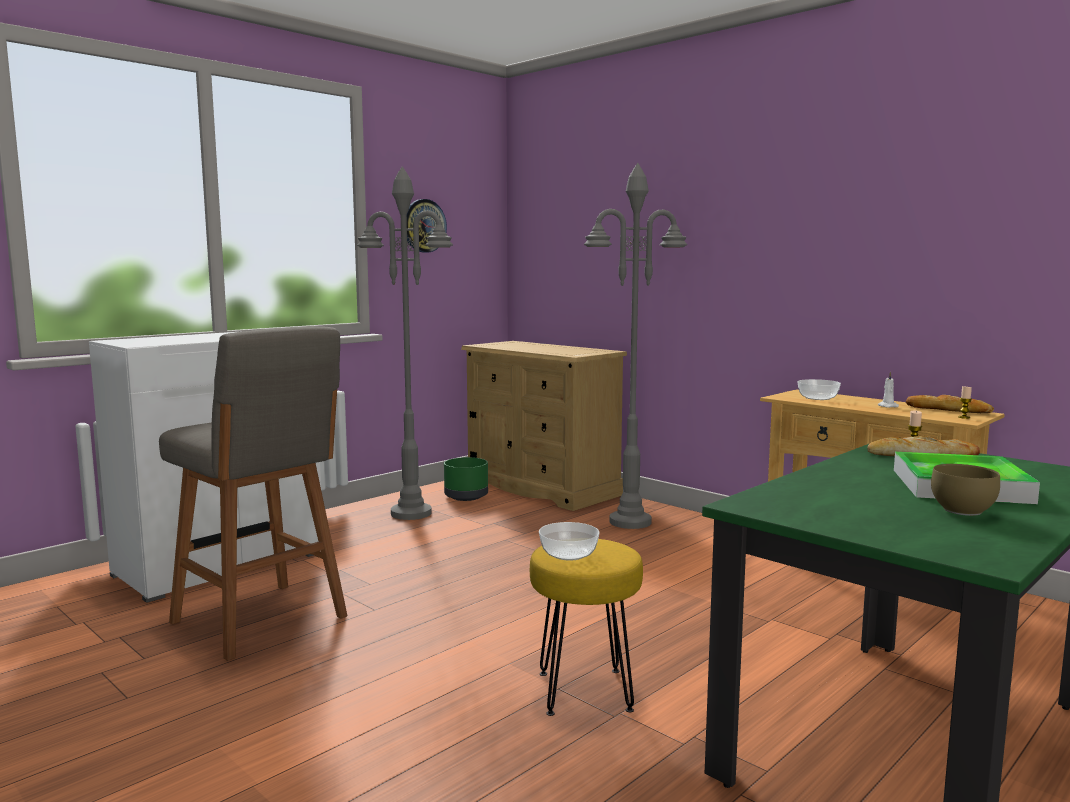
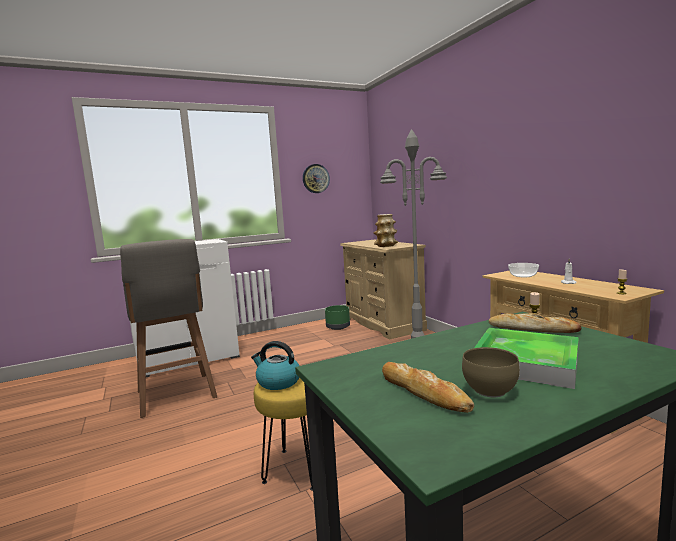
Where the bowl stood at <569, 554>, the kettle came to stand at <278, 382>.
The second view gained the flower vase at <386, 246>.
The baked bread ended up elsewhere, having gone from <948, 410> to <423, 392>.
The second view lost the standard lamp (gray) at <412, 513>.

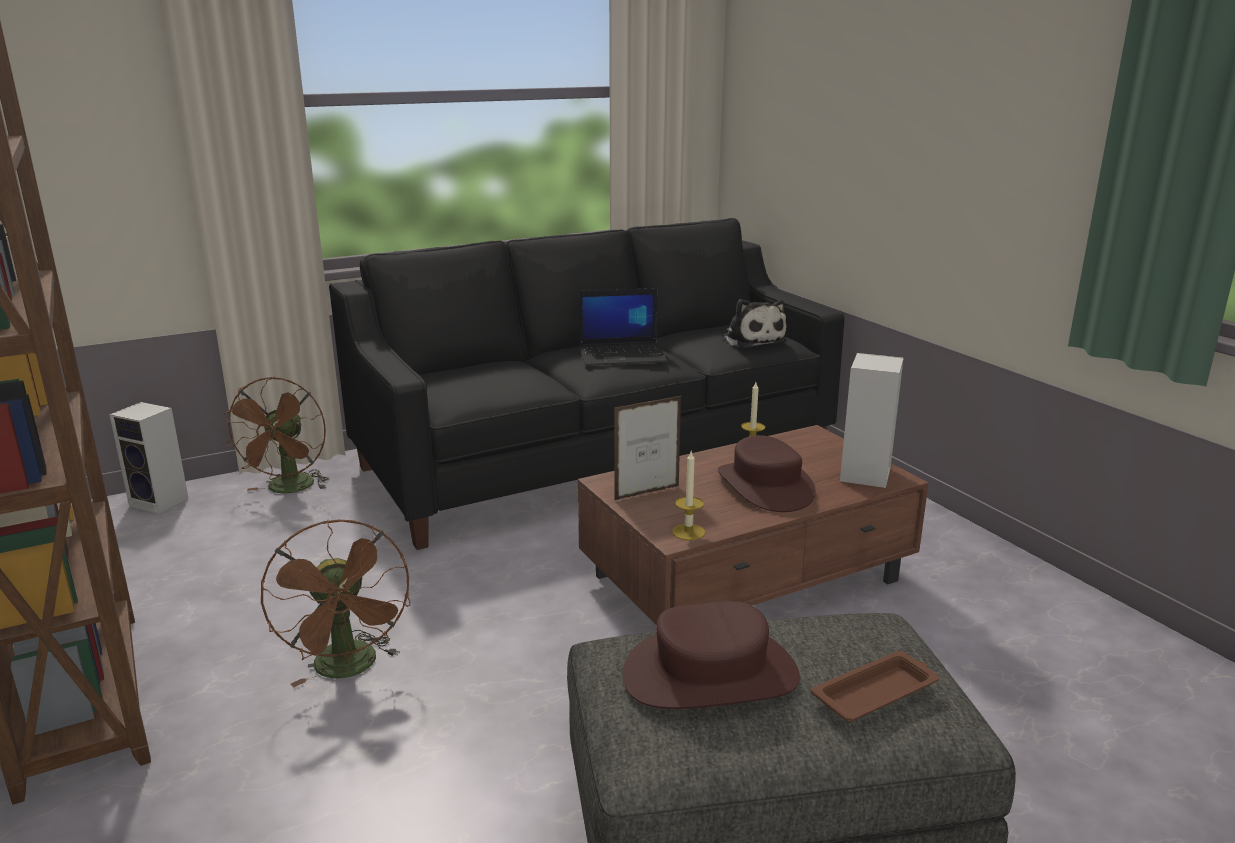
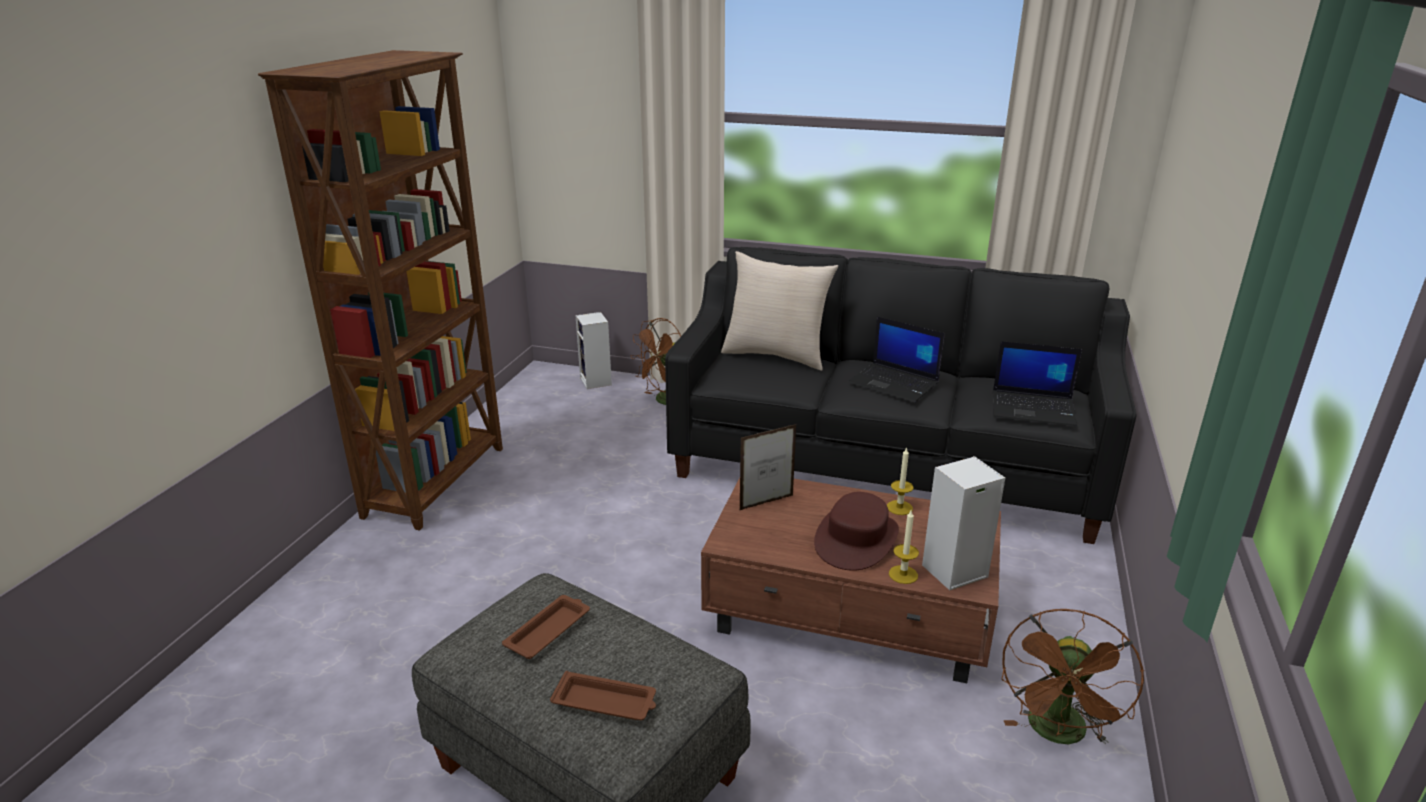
Where the clothing hat (brownish) stood at <710, 675>, the carrying tray (brownish) came to stand at <549, 630>.
The second view gained the cushion (beige) at <776, 355>.
The standing frame at <647, 493> ended up facing another way, 45 degrees counterclockwise from before.
The wax candle ended up elsewhere, having gone from <688, 532> to <903, 574>.
Where the soft toy stood at <752, 339>, the portable computer came to stand at <1034, 408>.
The fan (brownish) ended up elsewhere, having gone from <350, 669> to <1058, 734>.

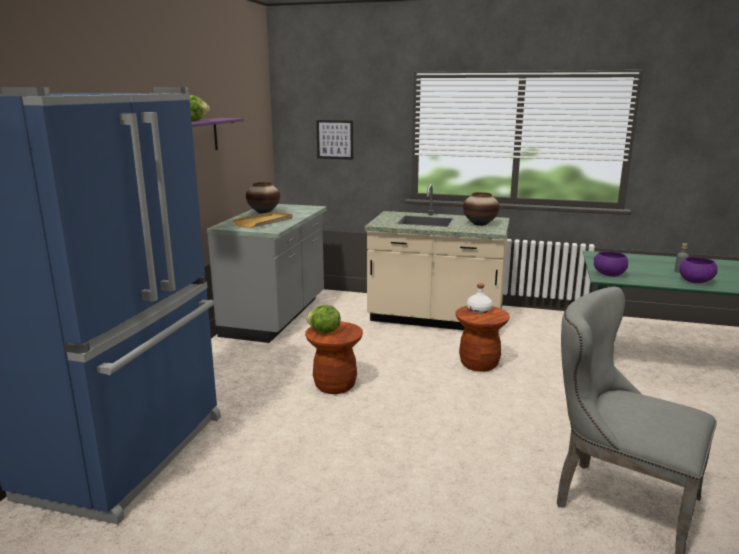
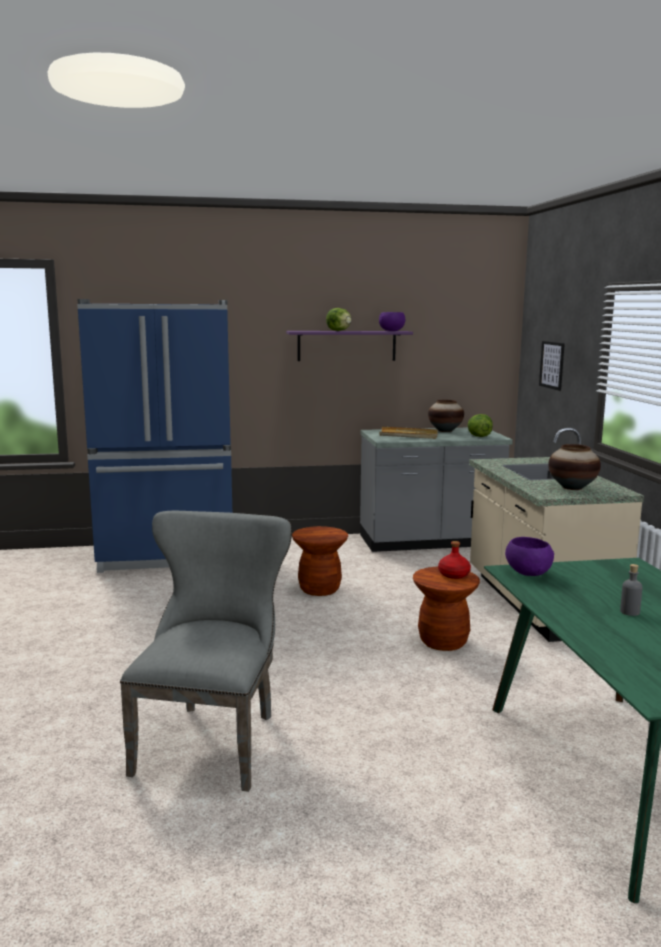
The bowl (purple) ended up elsewhere, having gone from <696, 282> to <391, 331>.
What was the bottle (whitish) at <478, 310> turned into the bottle (reddish) at <453, 574>.
The lettuce ended up elsewhere, having gone from <324, 332> to <478, 436>.

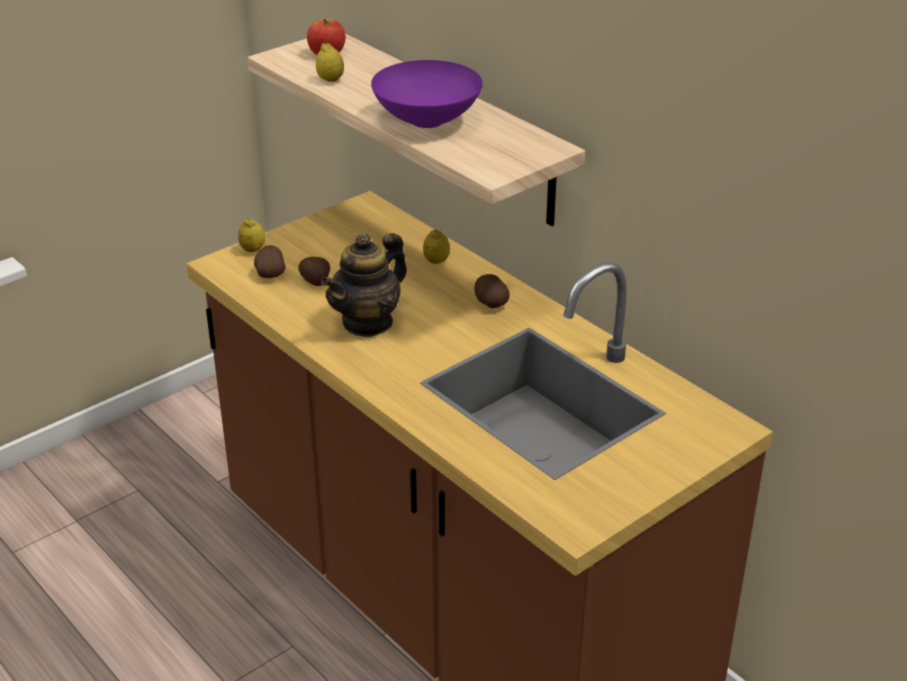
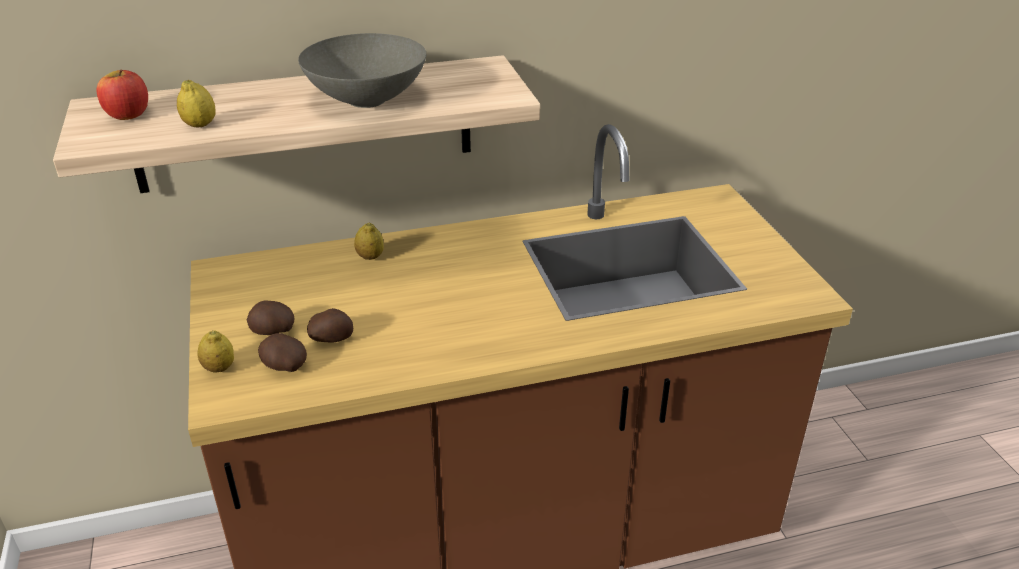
The whole potato ended up elsewhere, having gone from <490, 303> to <273, 331>.
What was the bowl (purple) at <428, 121> turned into the bowl (gray) at <368, 99>.
The second view lost the tea pot at <368, 322>.

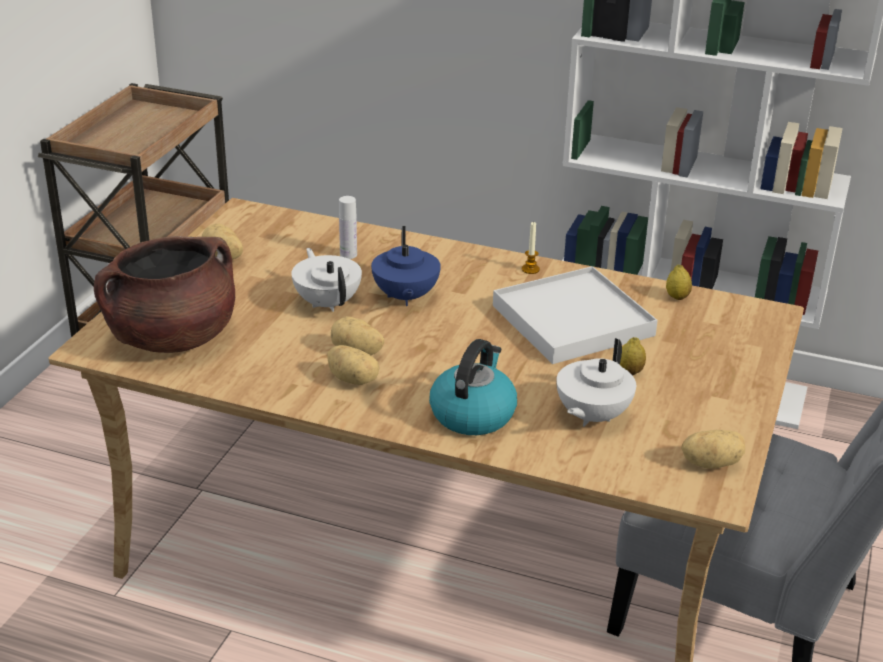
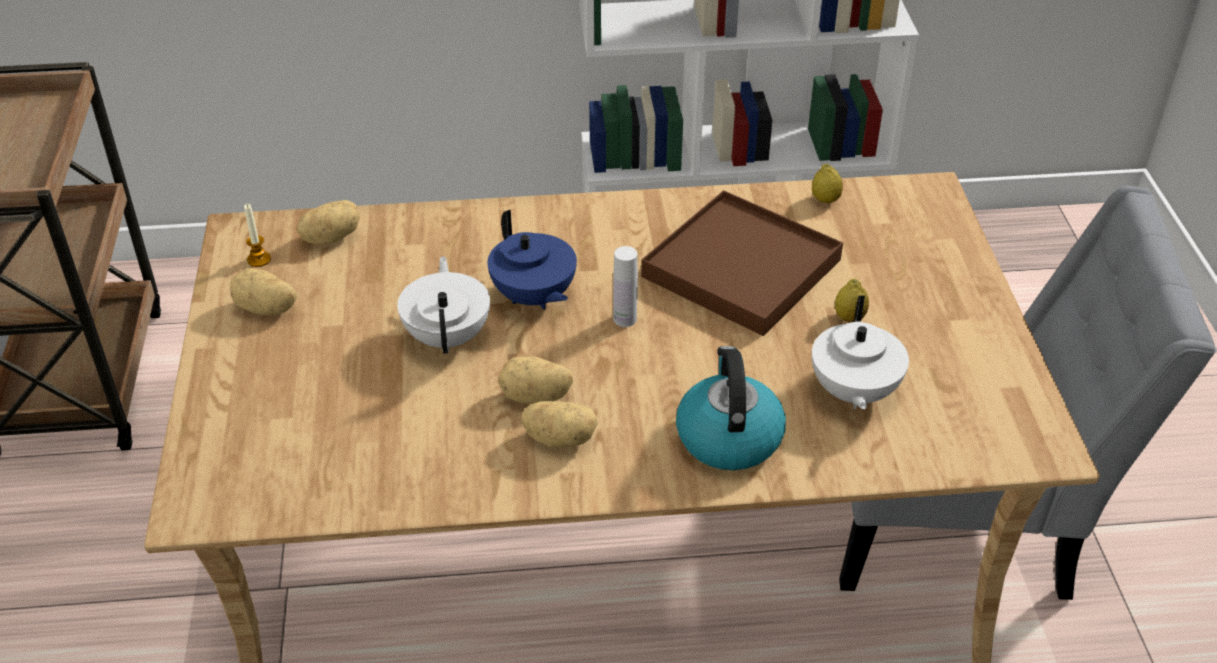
The wax candle ended up elsewhere, having gone from <530, 269> to <259, 259>.
The whole potato ended up elsewhere, having gone from <711, 463> to <331, 237>.
The tea pot (whitish) at <328, 303> ended up facing another way, 45 degrees clockwise from before.
The bottle (whitish) ended up elsewhere, having gone from <348, 255> to <625, 319>.
What was the carrying tray (whitish) at <572, 321> turned into the carrying tray (brownish) at <741, 269>.
The second view lost the stockpot (brownish) at <172, 338>.

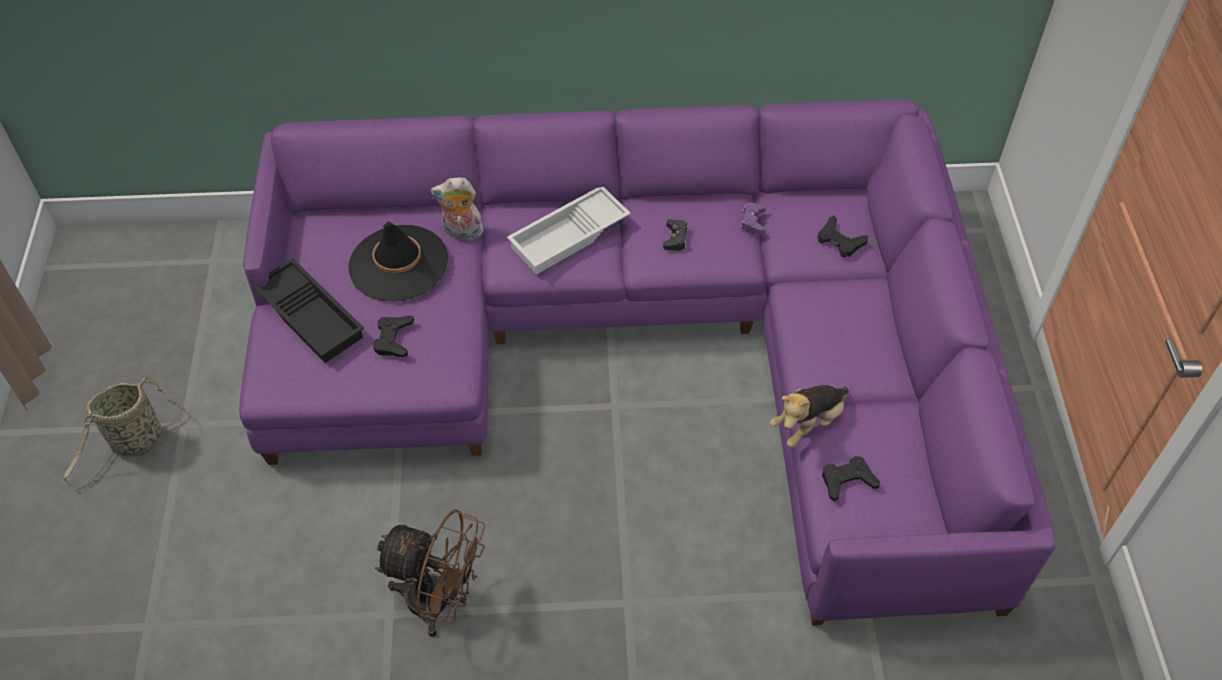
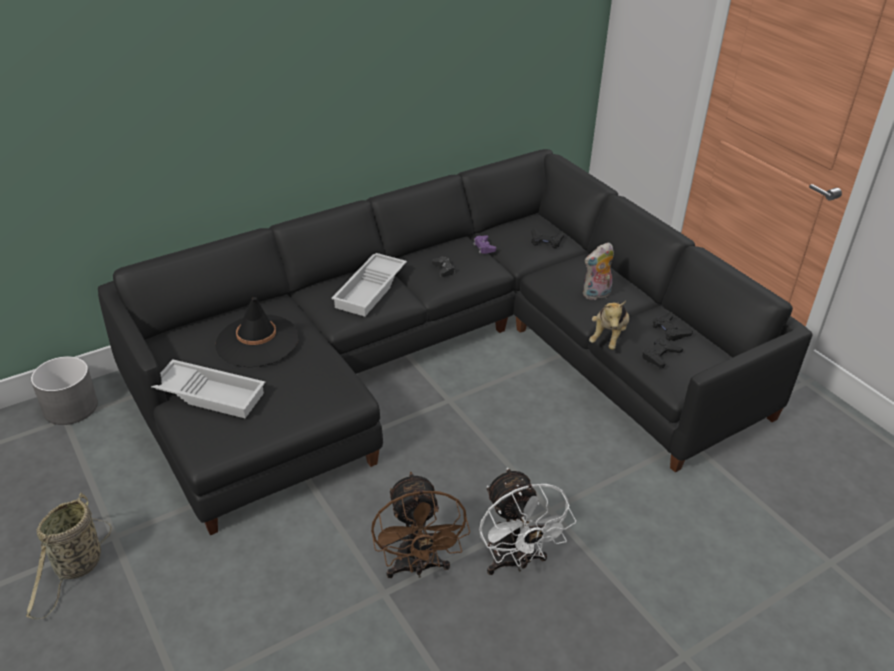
The second view gained the flower pot (gray) at <71, 407>.
What was the sofa (purple) at <645, 345> turned into the sofa (black-coloured) at <442, 359>.
What was the carrying tray (black-coloured) at <312, 315> turned into the carrying tray (whitish) at <211, 393>.
The fan (brownish) at <440, 602> ended up facing another way, 90 degrees clockwise from before.
The second view gained the fan (whitish) at <515, 562>.
The soft toy ended up elsewhere, having gone from <462, 233> to <596, 295>.
The joypad (black-coloured) ended up elsewhere, having gone from <393, 339> to <670, 330>.

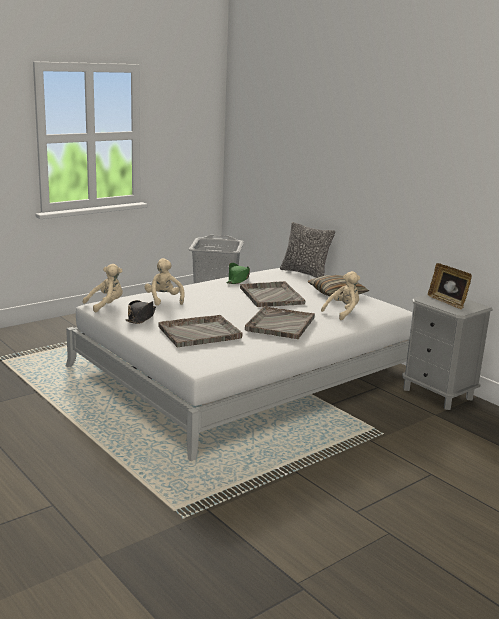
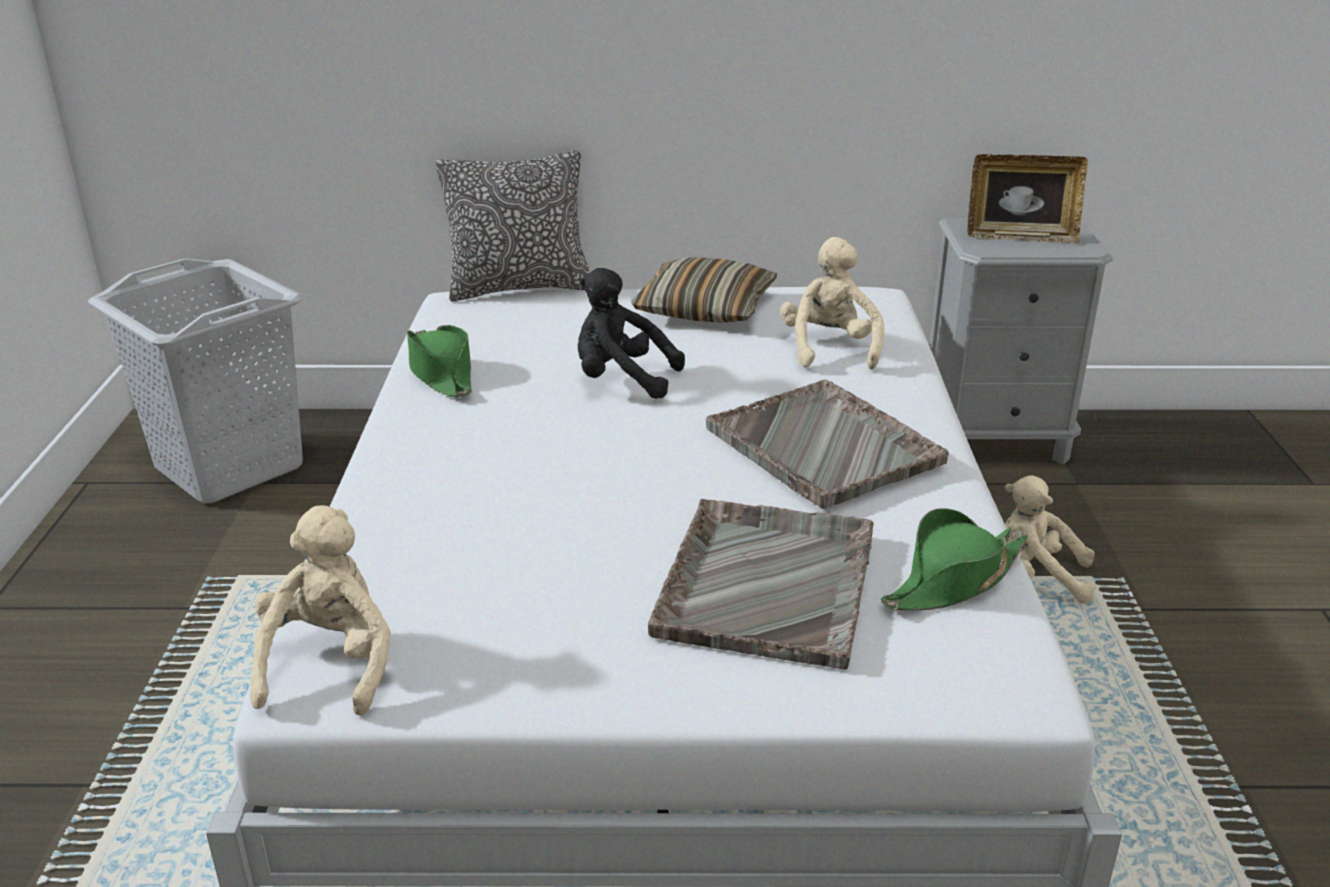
Where the carrying tray (gray) stood at <271, 295>, the soft toy (black-coloured) came to stand at <621, 380>.
The second view gained the clothing hat (green) at <954, 580>.
The soft toy (beige) ended up elsewhere, having gone from <164, 300> to <1035, 578>.
The second view lost the clothing hat (black-coloured) at <141, 317>.

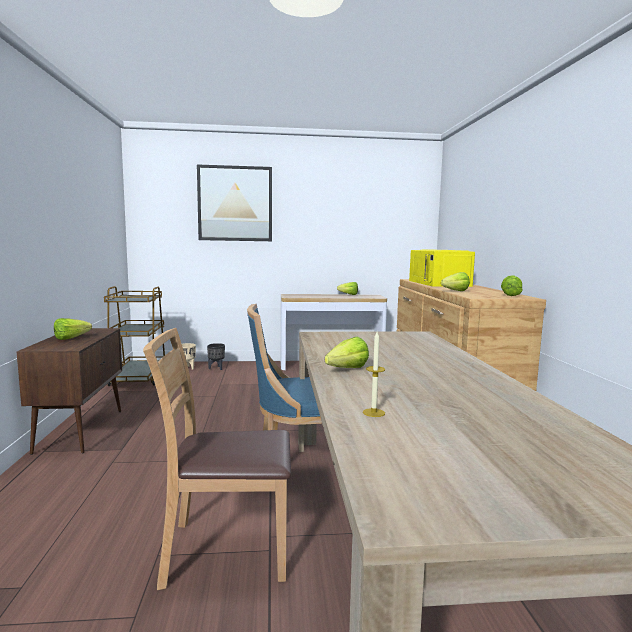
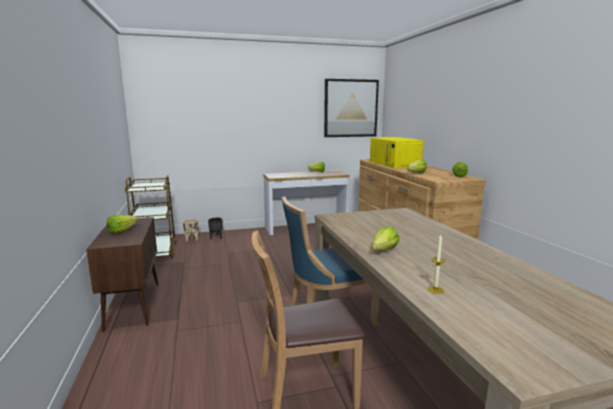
The wall picture ended up elsewhere, having gone from <235, 204> to <350, 108>.

